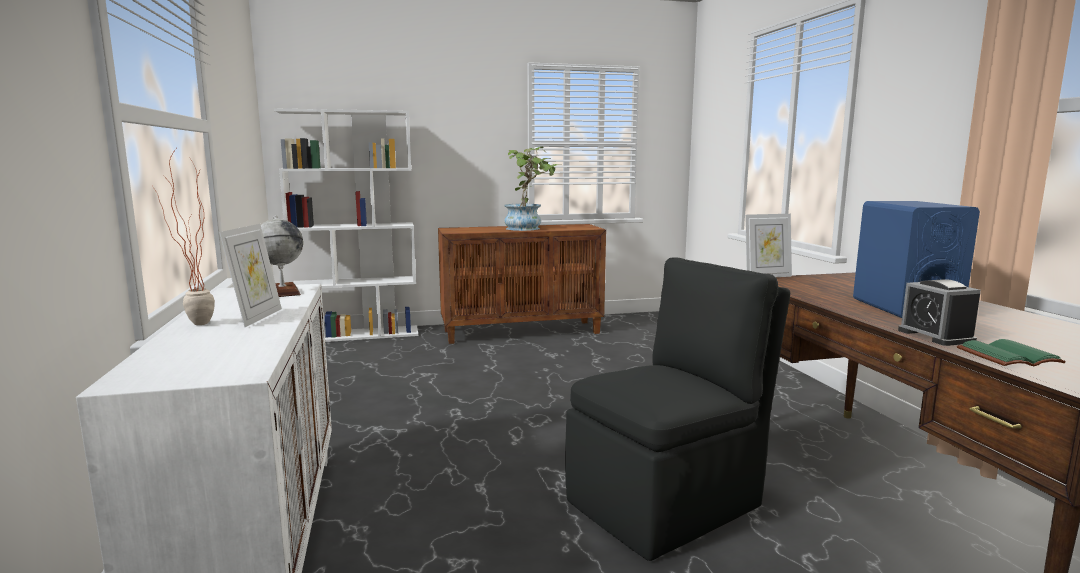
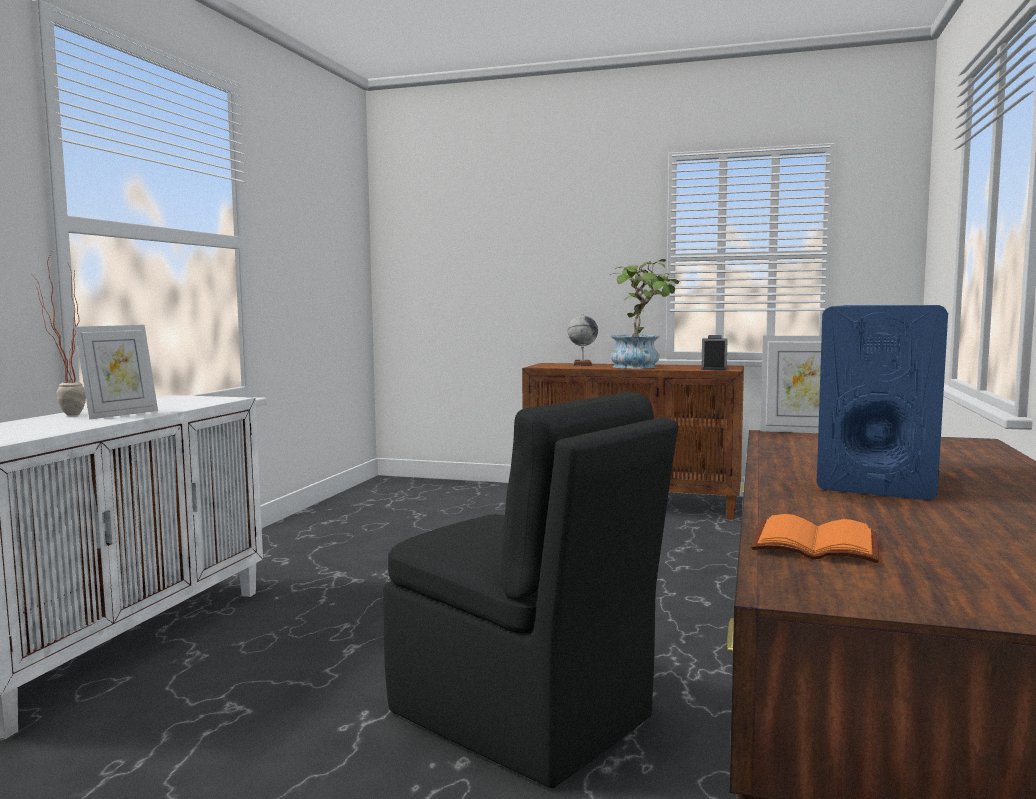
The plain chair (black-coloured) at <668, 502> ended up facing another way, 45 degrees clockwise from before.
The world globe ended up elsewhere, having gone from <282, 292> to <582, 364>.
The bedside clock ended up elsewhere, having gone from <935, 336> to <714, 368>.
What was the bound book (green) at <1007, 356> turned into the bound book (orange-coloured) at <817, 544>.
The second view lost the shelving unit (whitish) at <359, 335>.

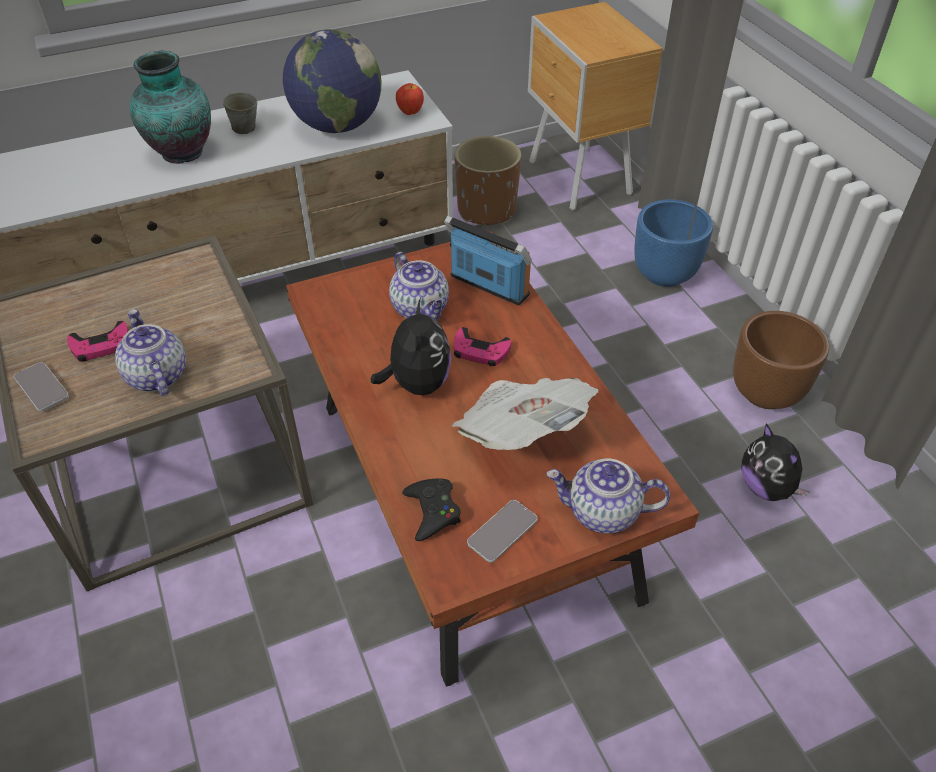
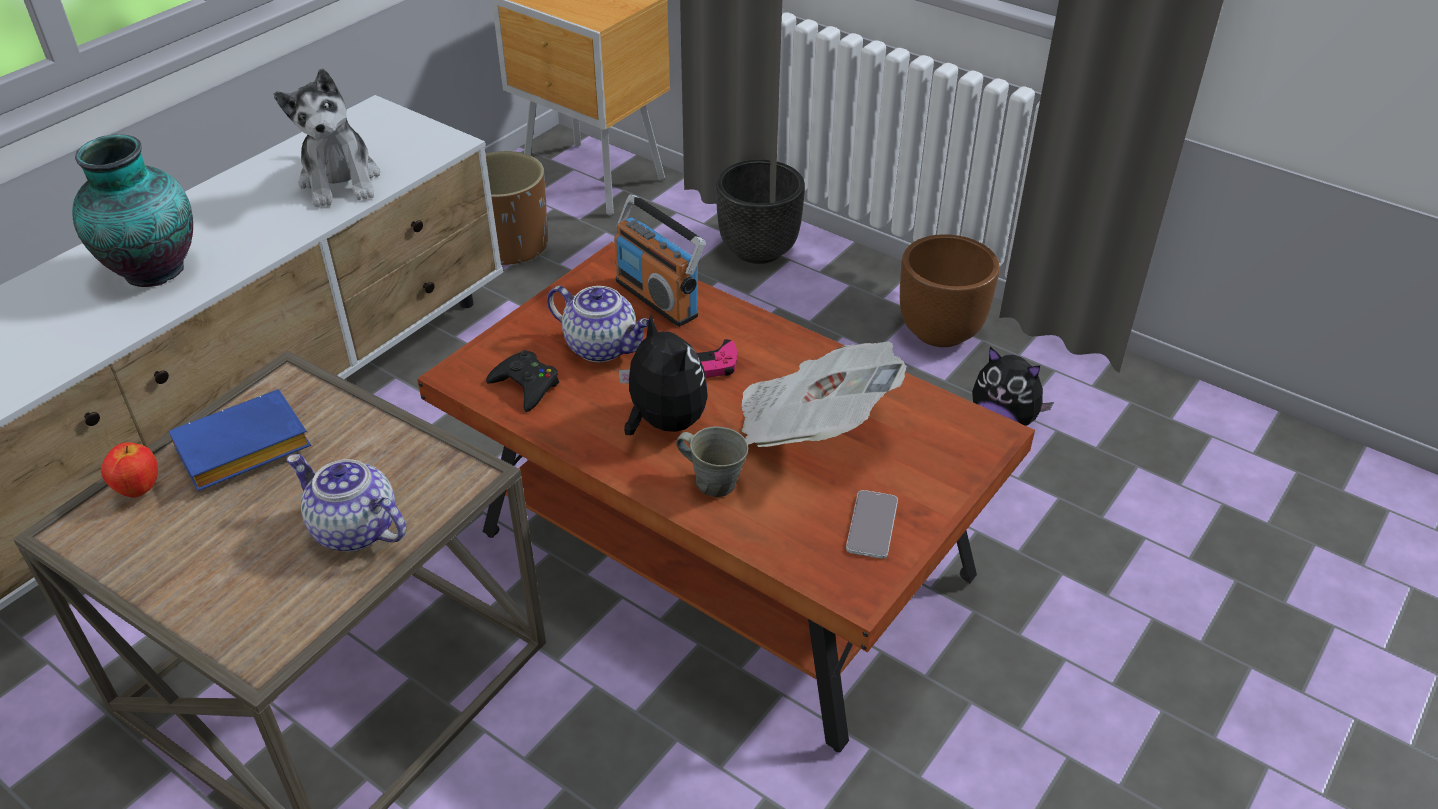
The whole apple ended up elsewhere, having gone from <410, 113> to <139, 489>.
The second view gained the bound book (blue) at <240, 452>.
Where the world globe stood at <337, 126>, the soft toy came to stand at <341, 180>.
The joypad (black-coloured) ended up elsewhere, having gone from <432, 511> to <526, 386>.
The radio receiver at <488, 286> ended up facing another way, 135 degrees counterclockwise from before.
The coffee mug (gray) ended up elsewhere, having gone from <244, 127> to <713, 481>.
What was the flower pot (blue) at <665, 274> turned into the flower pot (black-coloured) at <759, 249>.
The second view lost the handset at <42, 387>.
The second view lost the joypad (pink) at <101, 346>.
The second view lost the tea pot at <602, 513>.

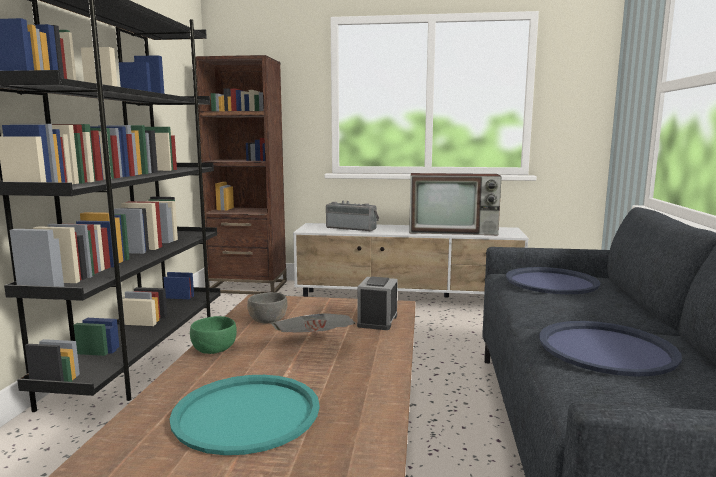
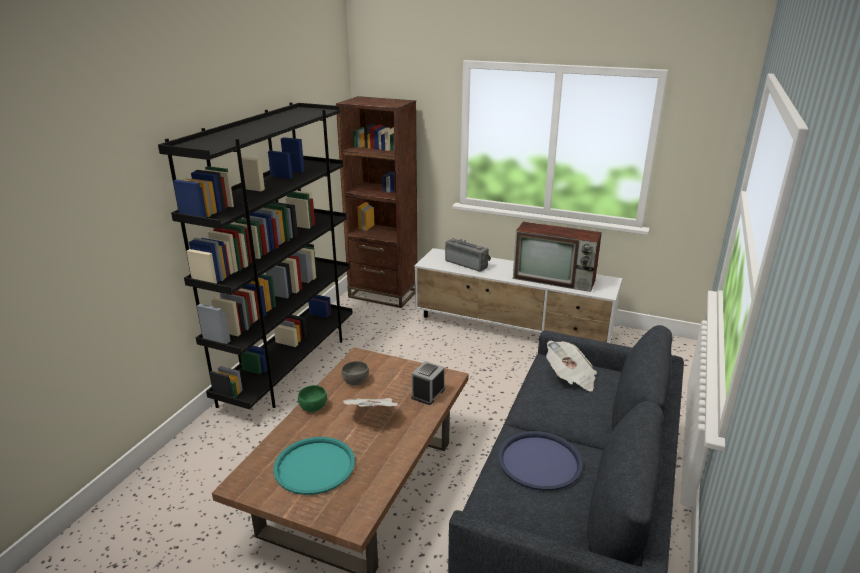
Where the carrying tray (blue) stood at <551, 282>, the printed paper came to stand at <570, 377>.

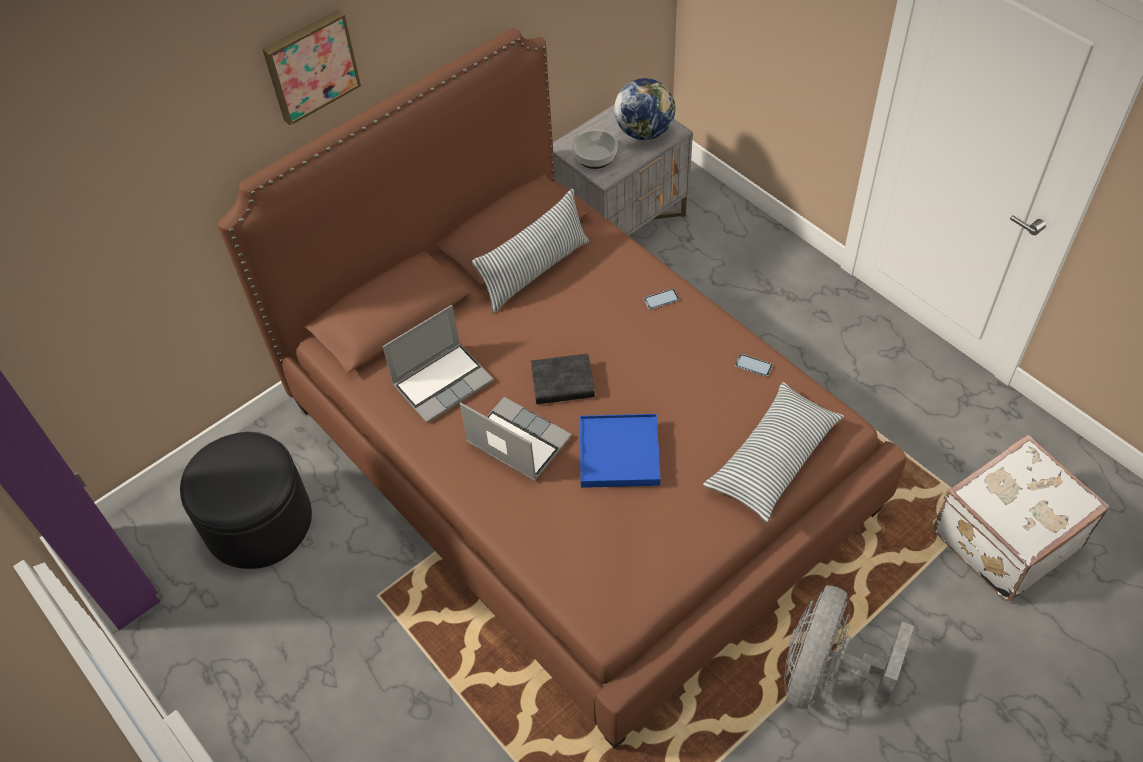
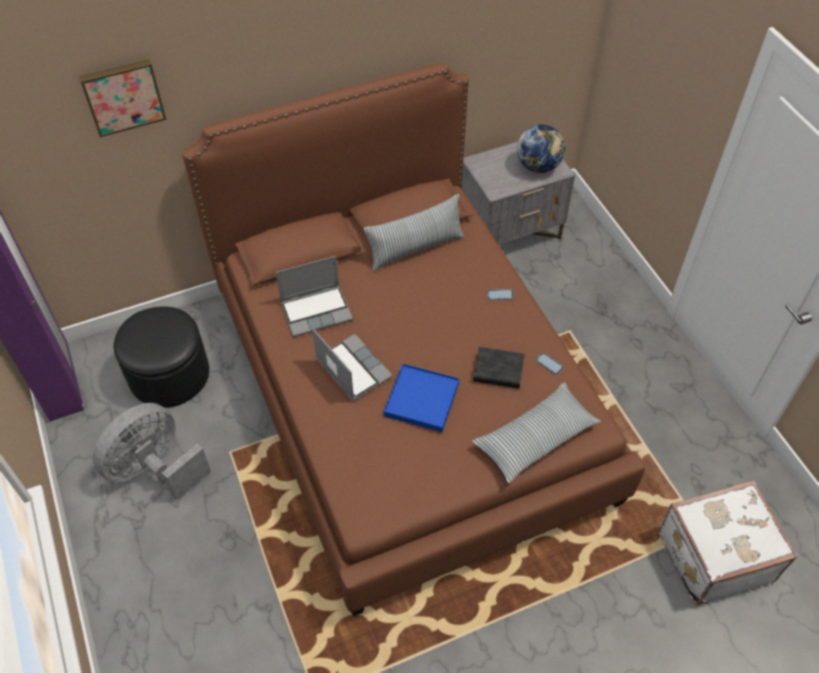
The wall picture ended up elsewhere, having gone from <310, 65> to <123, 96>.
The fan (gray) ended up elsewhere, having gone from <826, 673> to <155, 469>.
The bound book (black-coloured) ended up elsewhere, having gone from <562, 383> to <498, 371>.
The second view lost the bowl at <594, 157>.

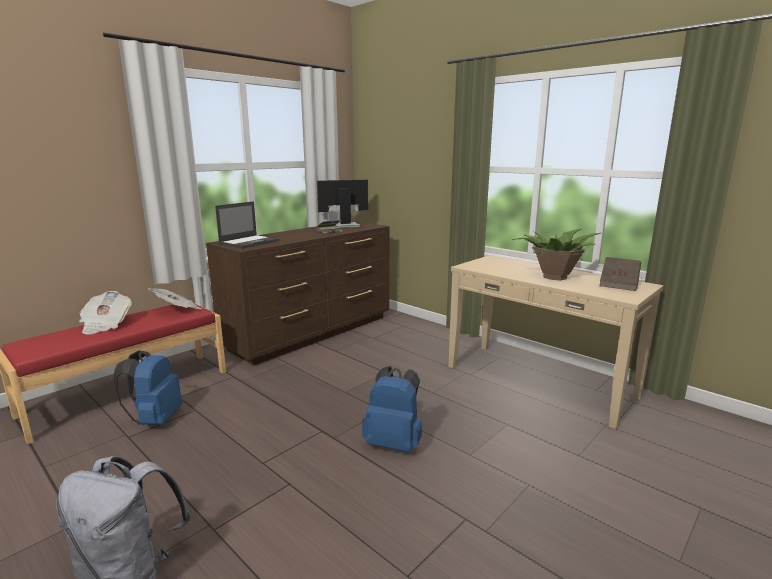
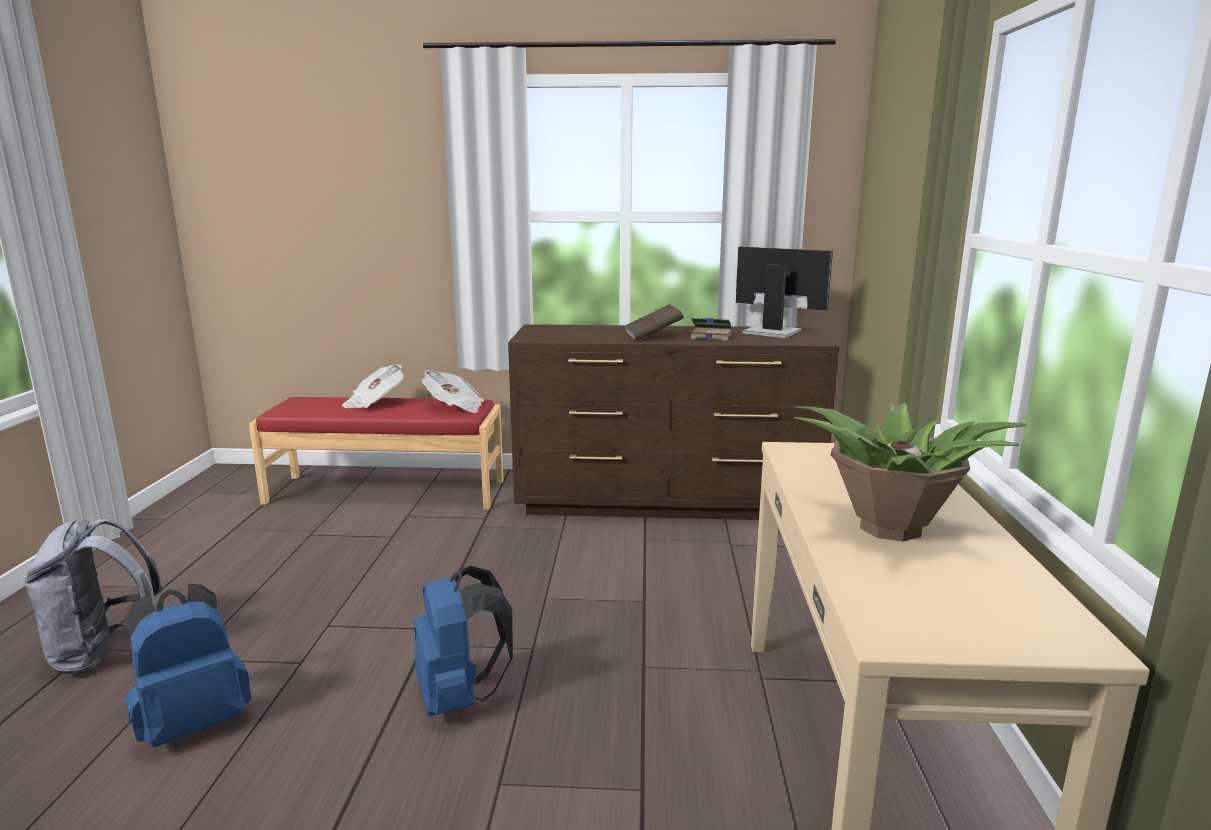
The backpack (blue) ended up elsewhere, having gone from <155, 419> to <194, 722>.
The bound book (brownish) ended up elsewhere, having gone from <619, 284> to <653, 336>.
The second view lost the portable computer at <250, 242>.

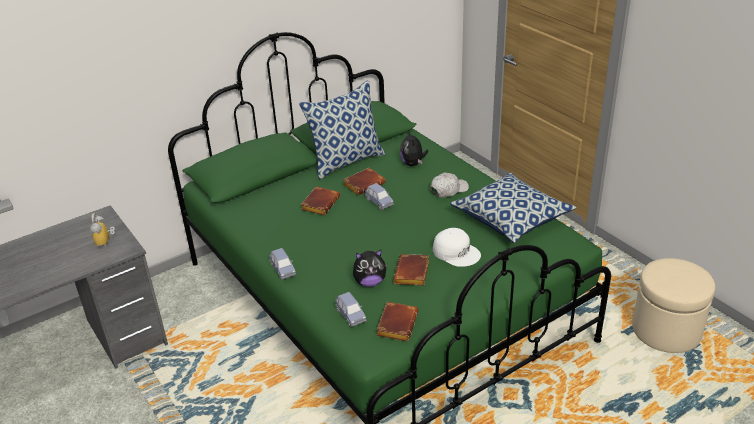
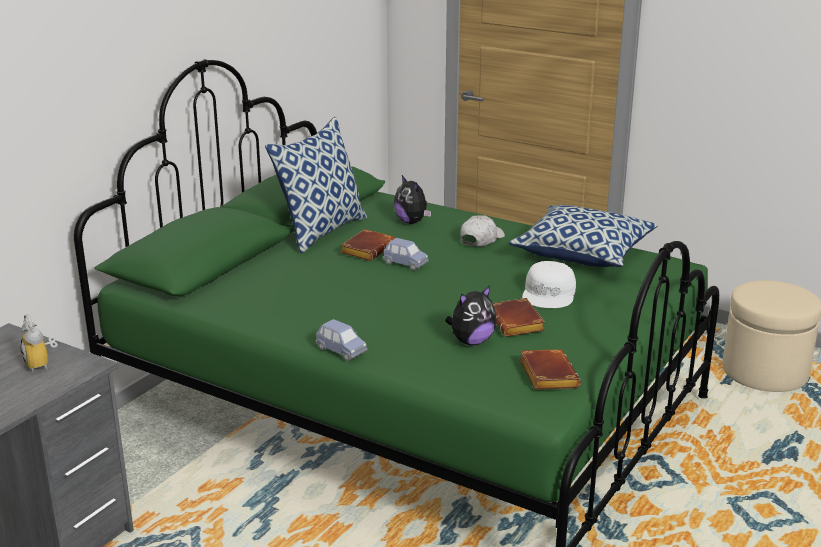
The baseball cap (whitish) at <456, 252> ended up facing another way, 90 degrees clockwise from before.
The second view lost the bound book (brownish) at <320, 203>.
The second view lost the miniature car (blue) at <350, 316>.

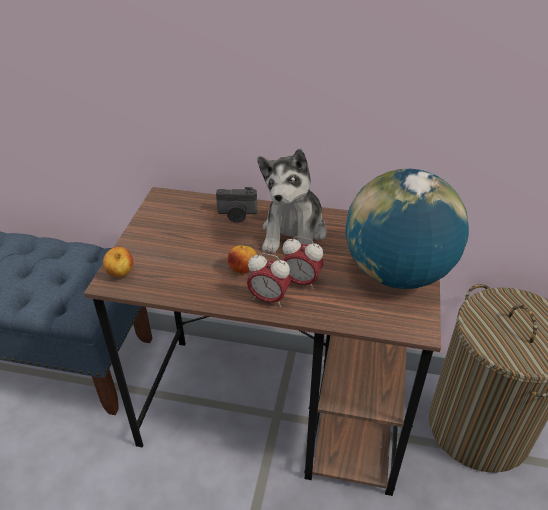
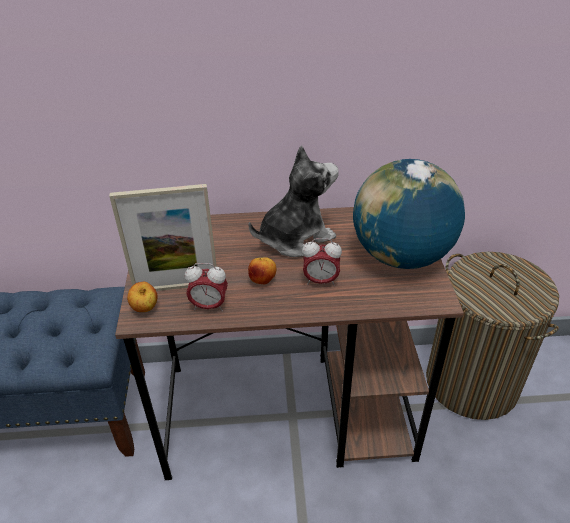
The second view gained the standing frame at <176, 286>.
The bedside clock ended up elsewhere, having gone from <268, 299> to <209, 306>.
The soft toy at <294, 233> ended up facing another way, 120 degrees counterclockwise from before.
The second view lost the photo camera at <237, 215>.

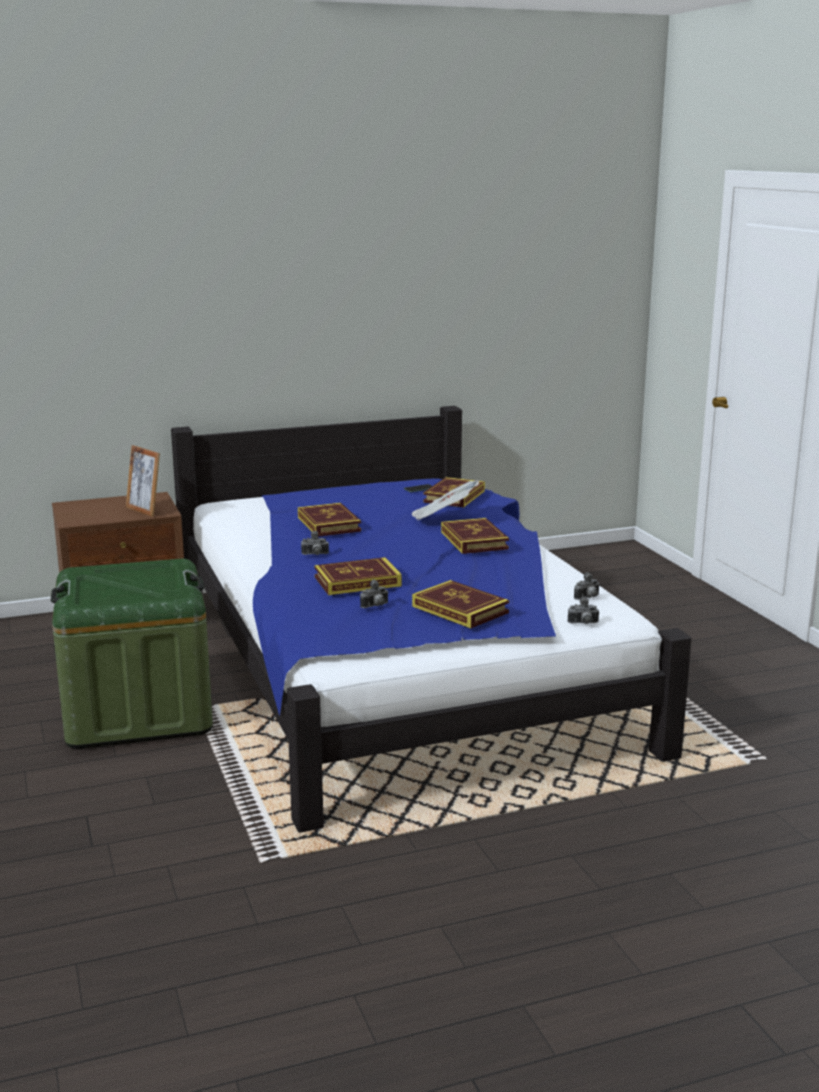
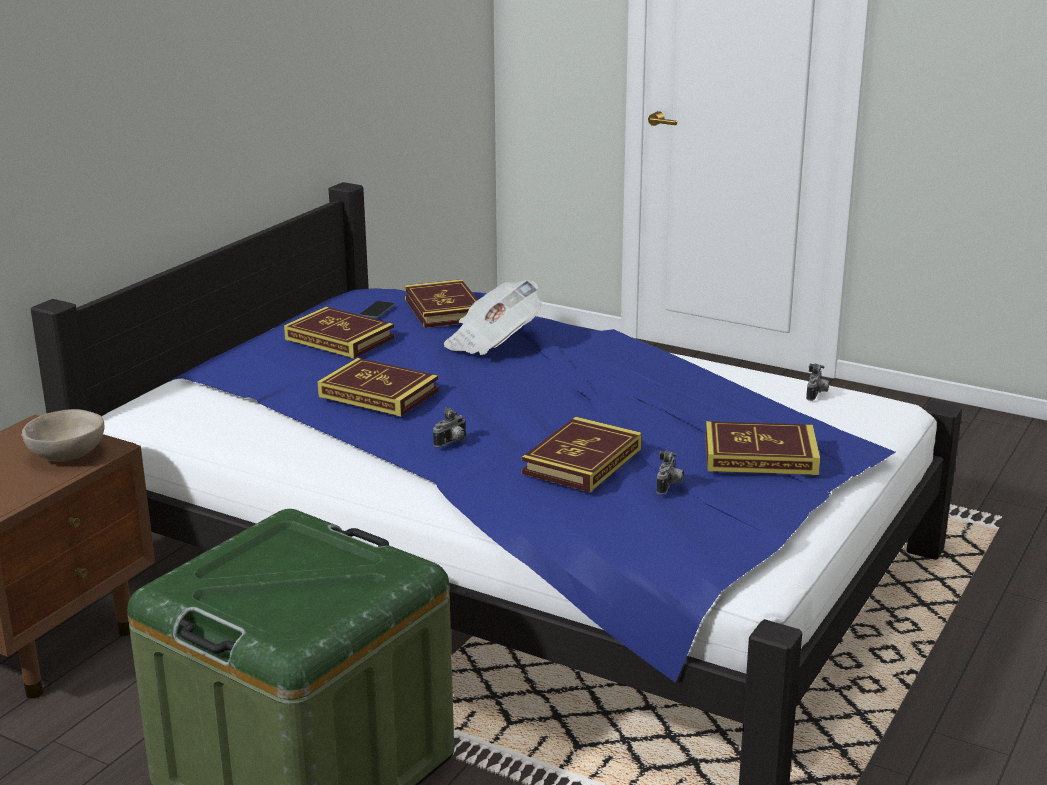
Where the standing frame stood at <144, 510>, the bowl (beige) came to stand at <68, 455>.
The bound book ended up elsewhere, having gone from <474, 540> to <339, 338>.
The second view lost the photo camera at <583, 624>.

